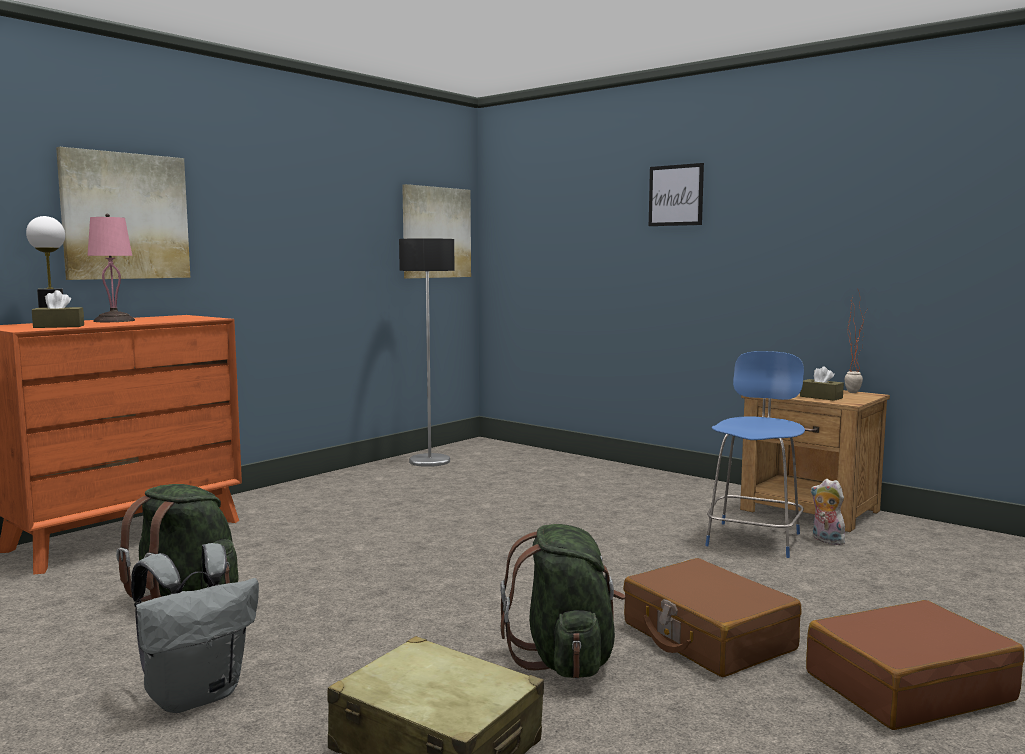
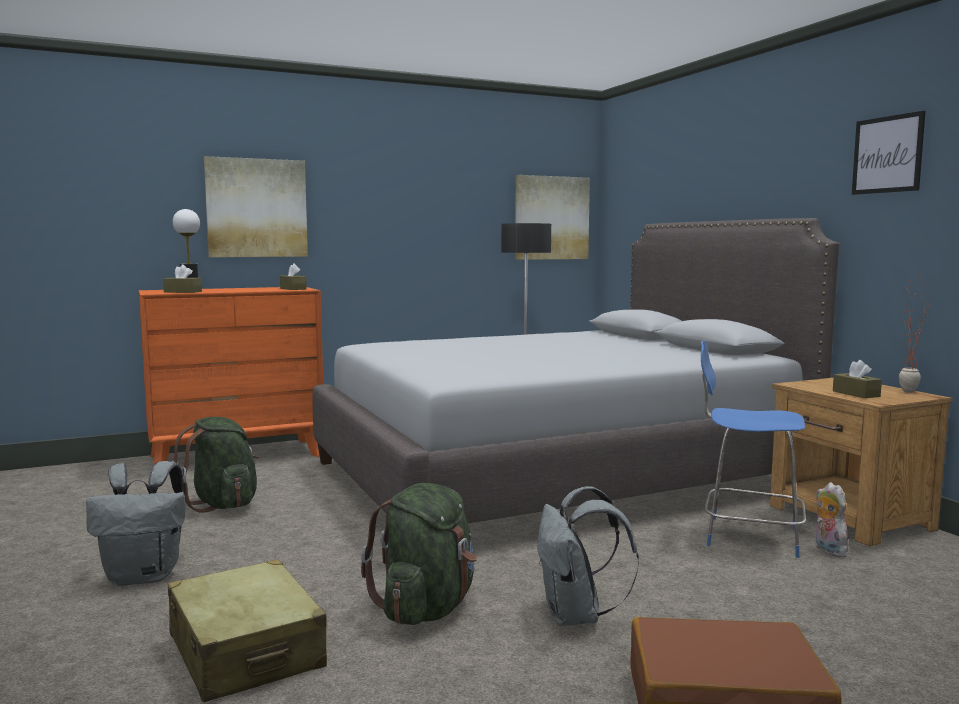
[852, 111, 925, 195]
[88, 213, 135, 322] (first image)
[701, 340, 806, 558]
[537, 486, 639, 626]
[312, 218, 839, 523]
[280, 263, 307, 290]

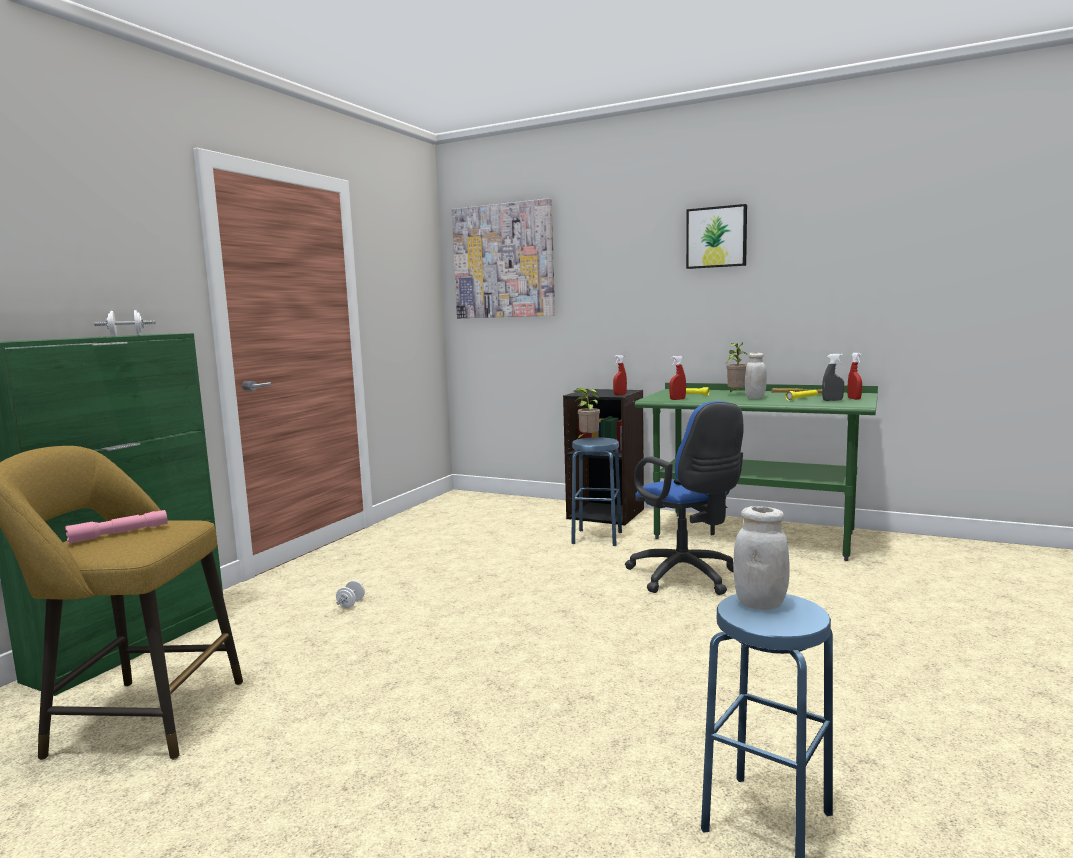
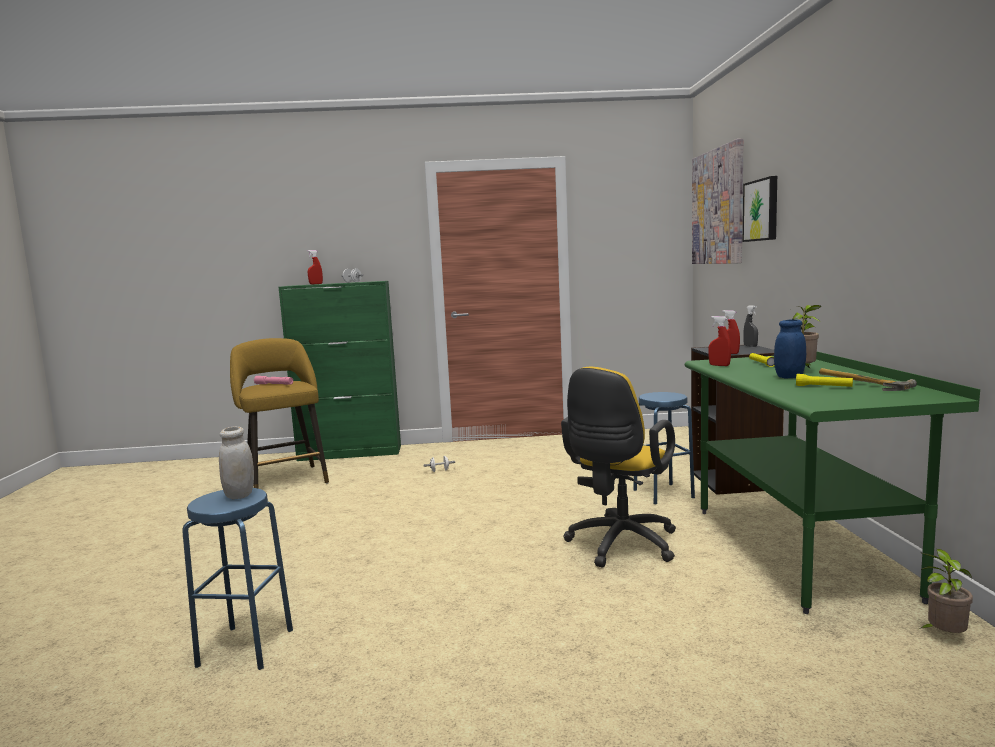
[743, 176, 777, 242]
[774, 319, 806, 378]
[307, 250, 323, 284]
[743, 305, 758, 347]
[919, 549, 973, 633]
[561, 367, 676, 567]

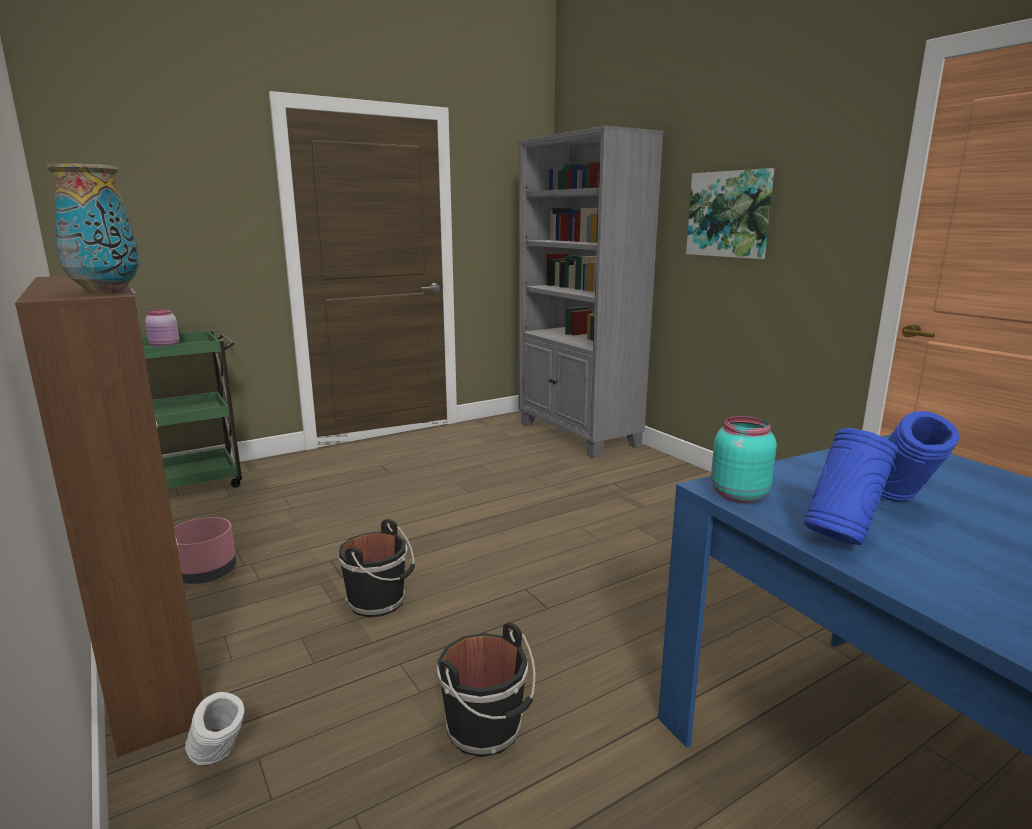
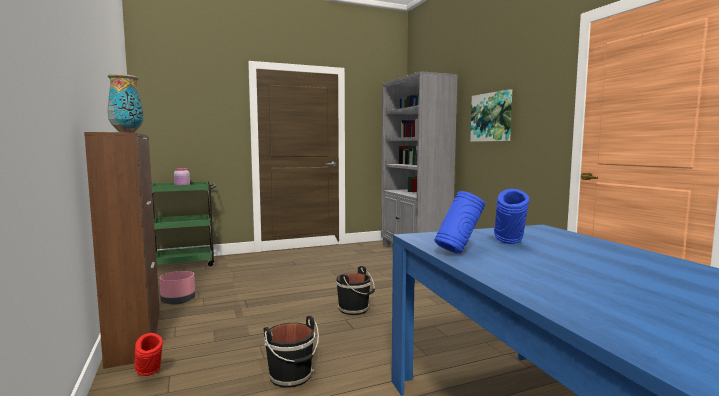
[711, 416, 777, 503] (first image)
[336, 266, 375, 315]
[134, 333, 163, 376]

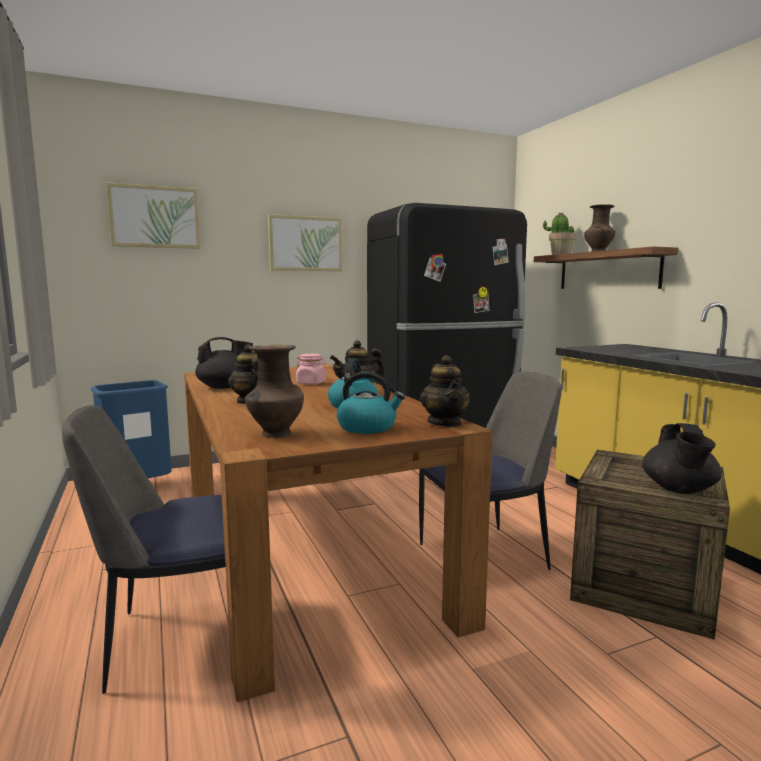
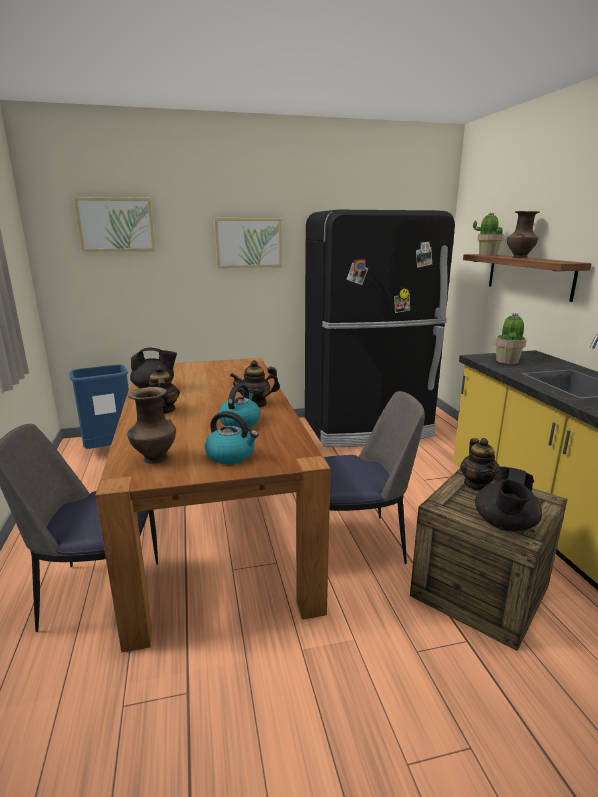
[296, 354, 327, 385] (first image)
[460, 438, 500, 491]
[494, 313, 527, 364]

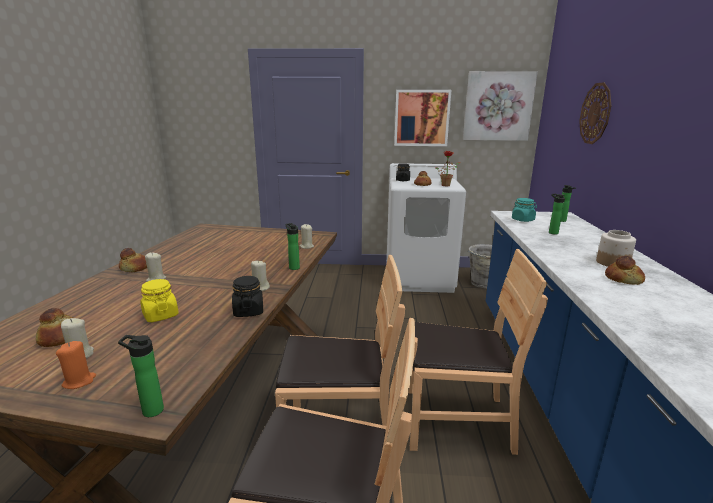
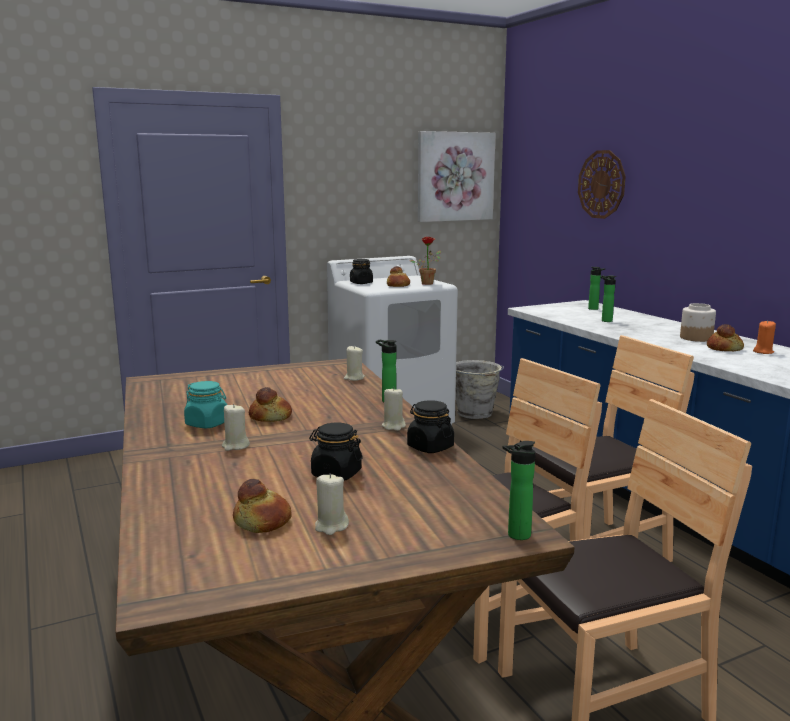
[394, 90, 451, 146] (first image)
[184, 381, 227, 429]
[249, 387, 292, 422]
[309, 422, 363, 481]
[753, 320, 776, 354]

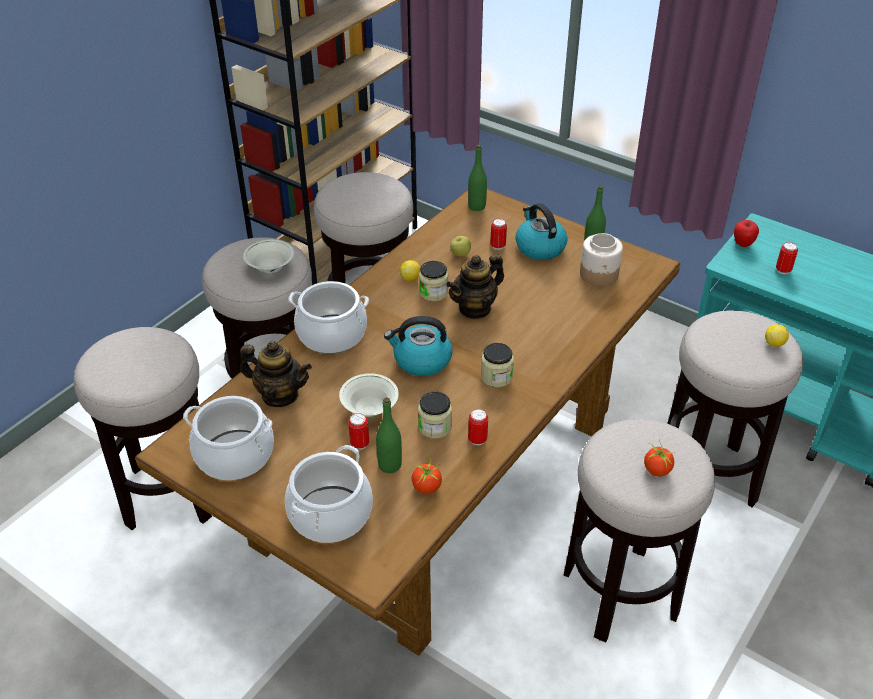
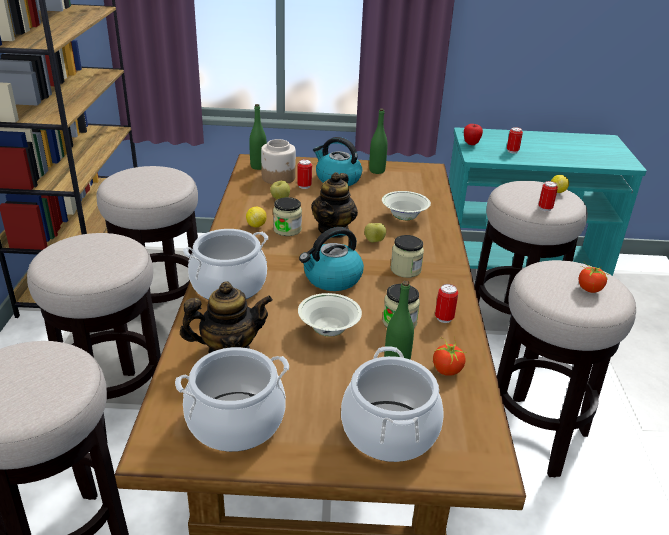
[261, 139, 296, 184]
[382, 191, 431, 220]
[538, 181, 558, 212]
[364, 223, 386, 243]

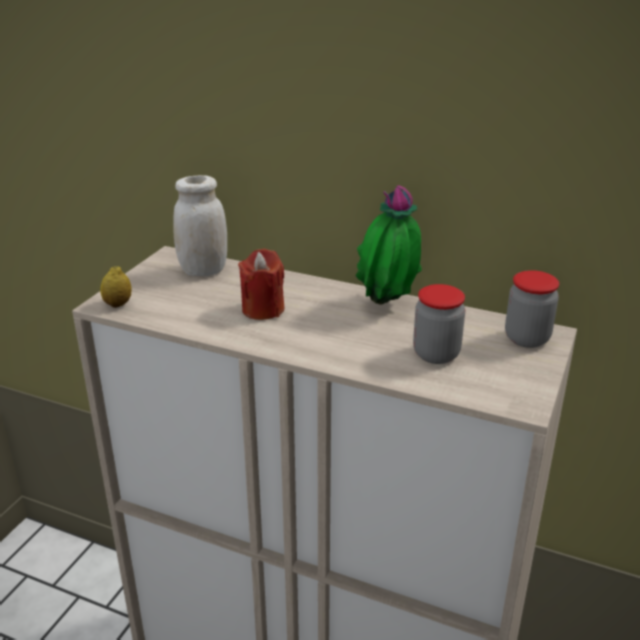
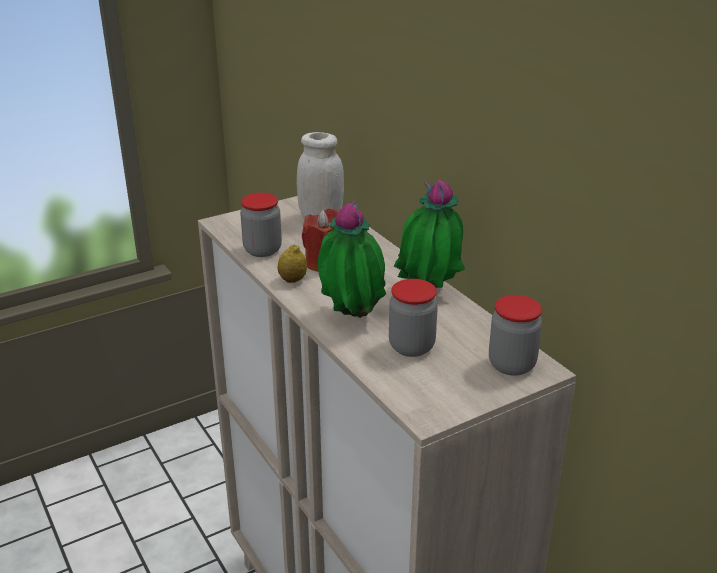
[278, 244, 307, 283]
[240, 193, 282, 257]
[318, 201, 386, 318]

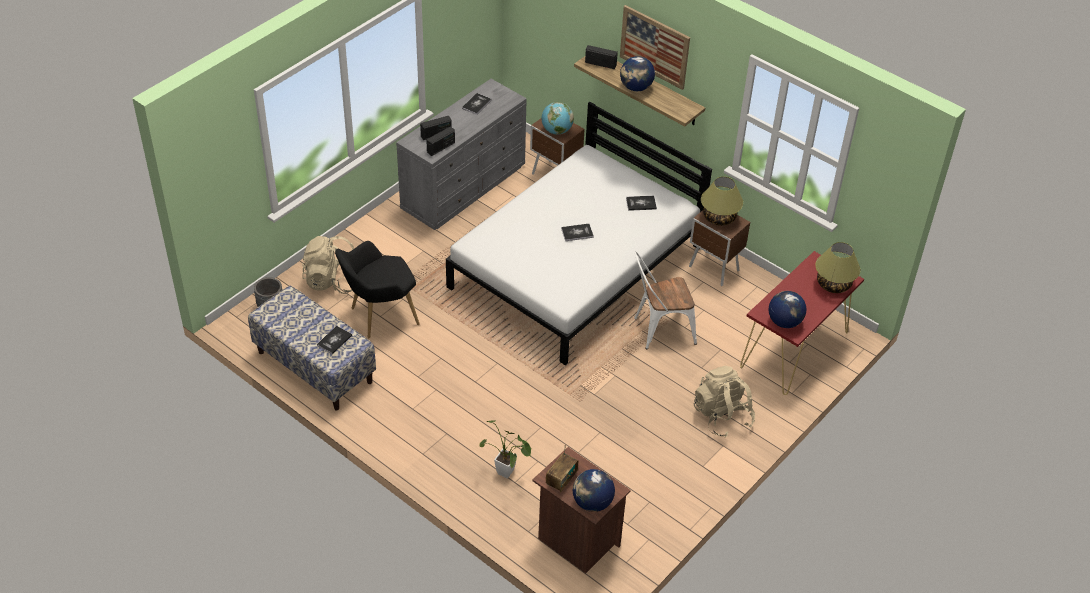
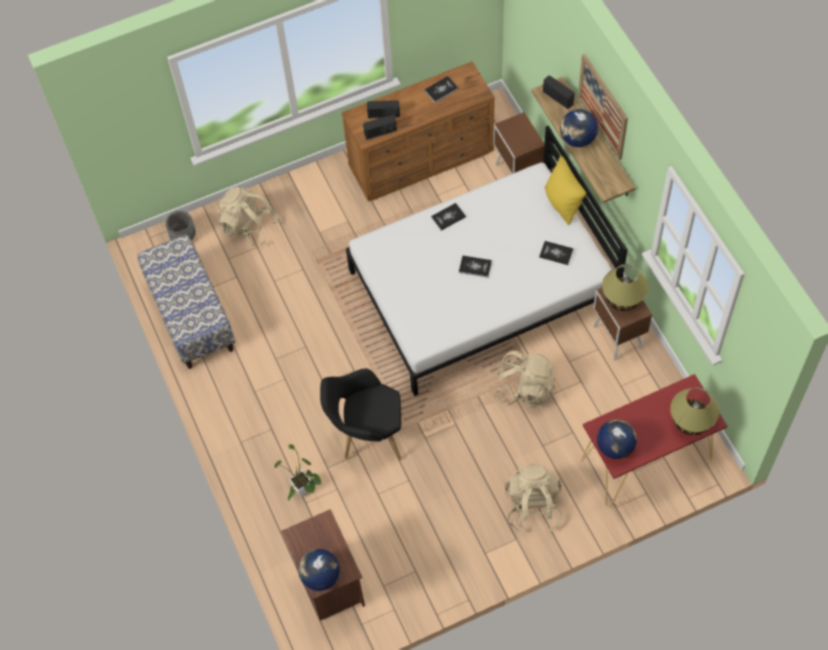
[342, 61, 495, 201]
[542, 102, 574, 135] (first image)
[320, 368, 401, 460]
[494, 351, 555, 408]
[431, 203, 466, 231]
[546, 444, 578, 492] (first image)
[544, 156, 586, 225]

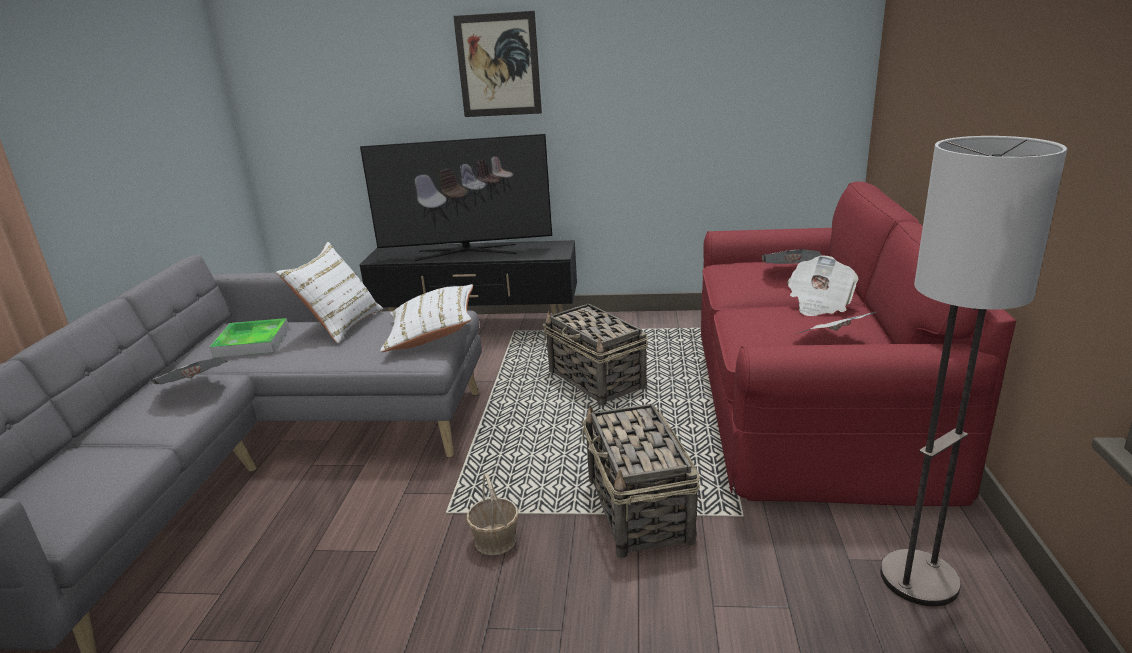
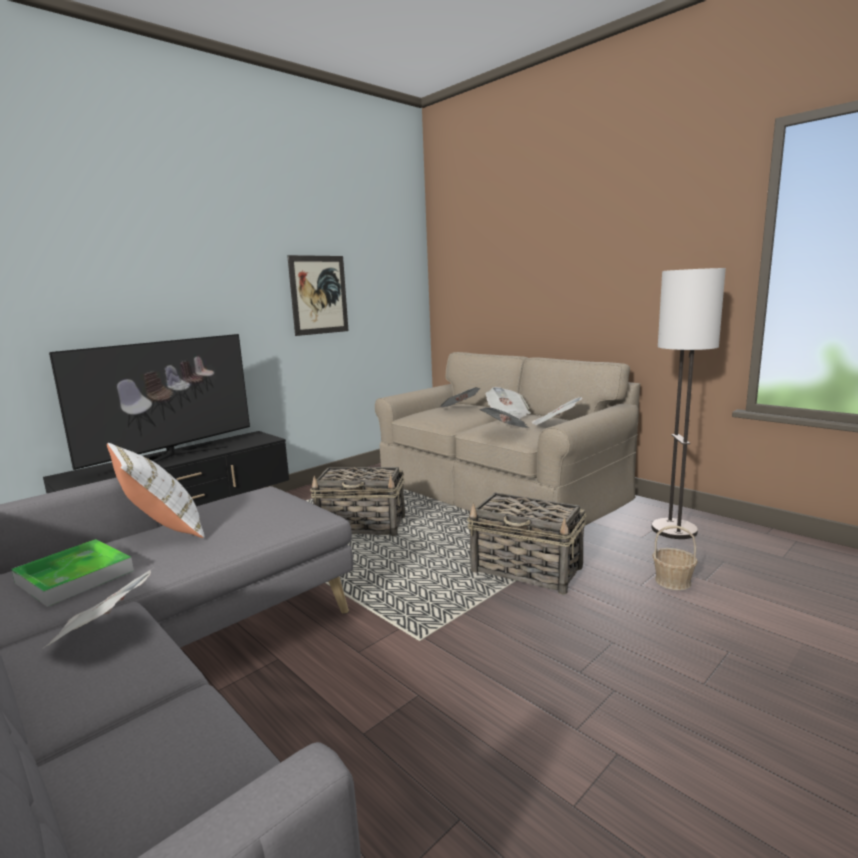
[287, 255, 349, 336]
[375, 352, 640, 525]
[380, 284, 473, 352] (first image)
[652, 526, 698, 590]
[479, 407, 530, 428]

